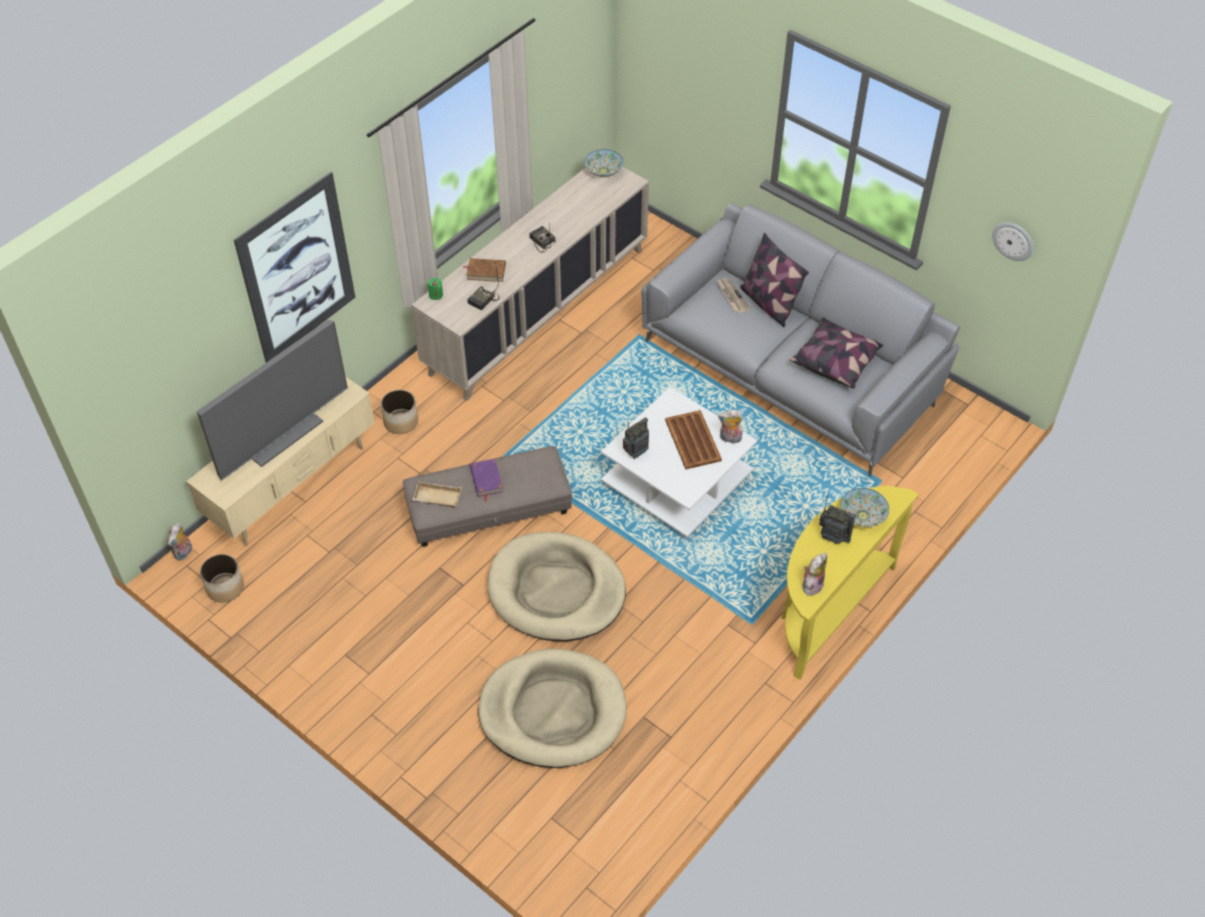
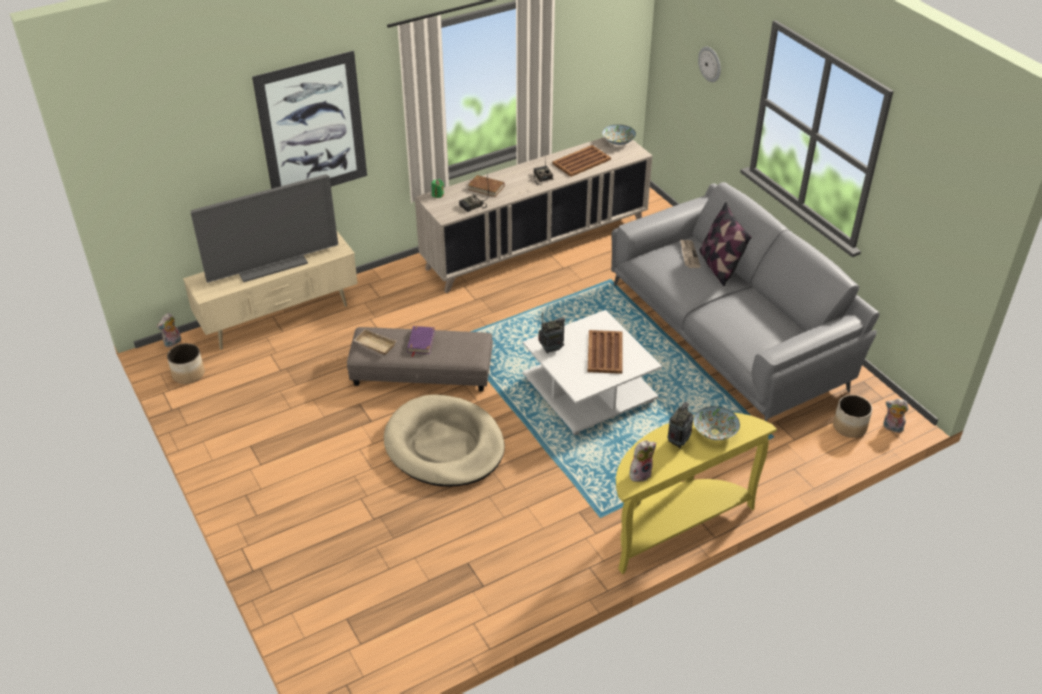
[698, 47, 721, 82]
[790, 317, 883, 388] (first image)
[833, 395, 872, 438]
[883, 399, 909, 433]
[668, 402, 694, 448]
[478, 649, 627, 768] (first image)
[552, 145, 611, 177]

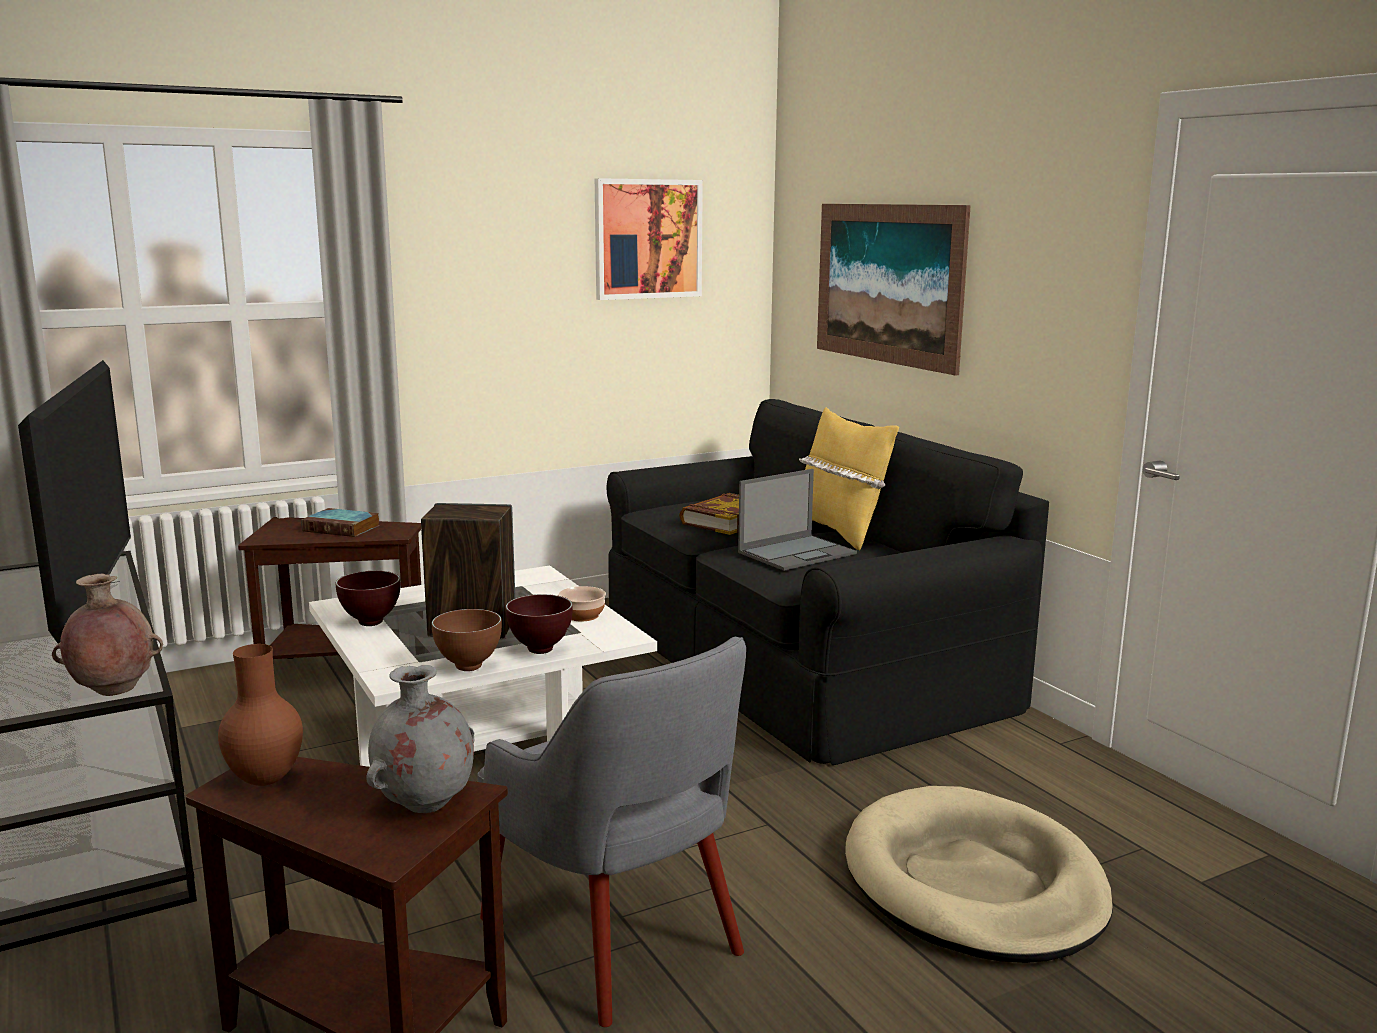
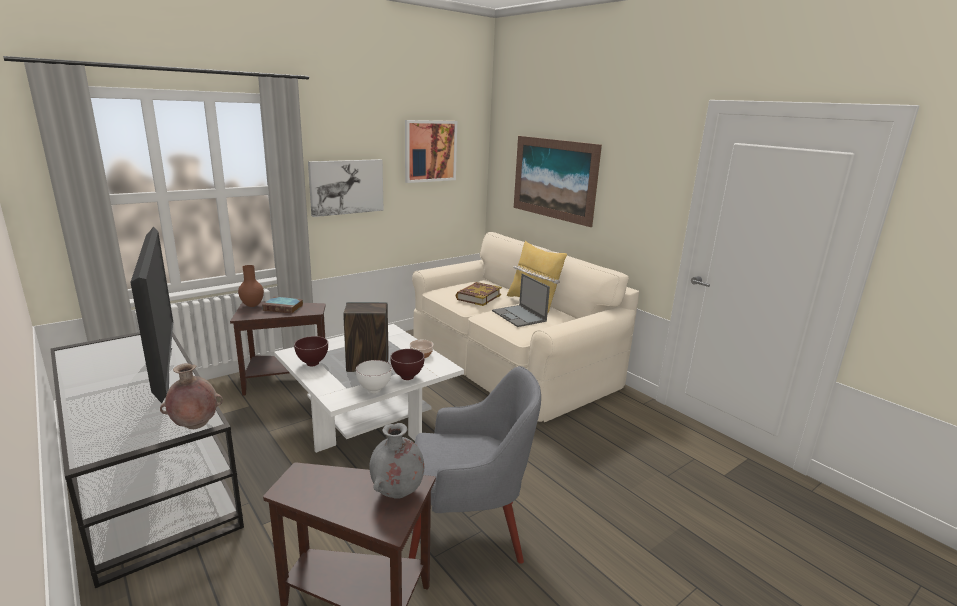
[412, 232, 640, 422]
[492, 273, 550, 327]
[356, 360, 392, 393]
[409, 366, 541, 564]
[238, 265, 264, 307]
[845, 786, 1113, 963] (first image)
[308, 159, 383, 217]

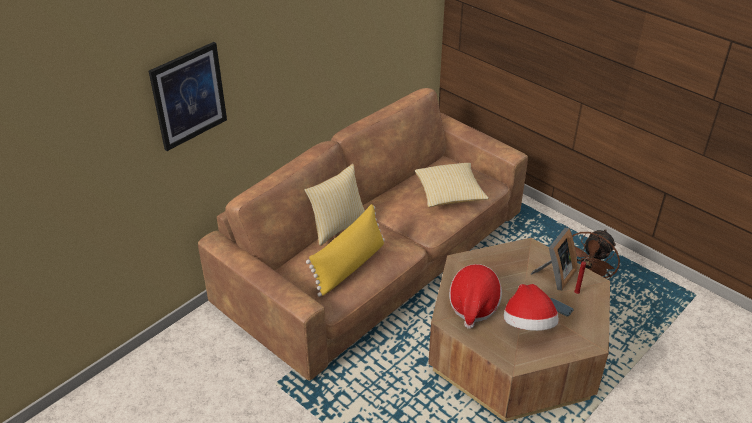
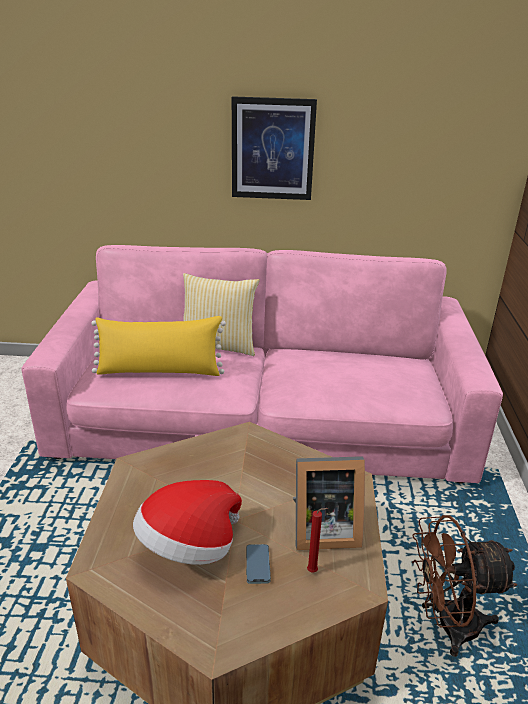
[232, 96, 317, 200]
[22, 245, 503, 484]
[415, 163, 489, 207] (first image)
[449, 264, 502, 329] (first image)

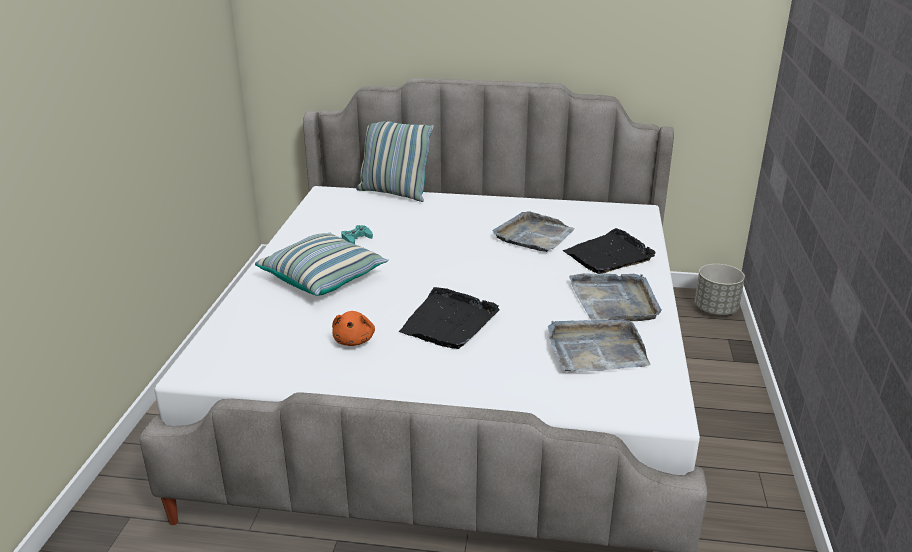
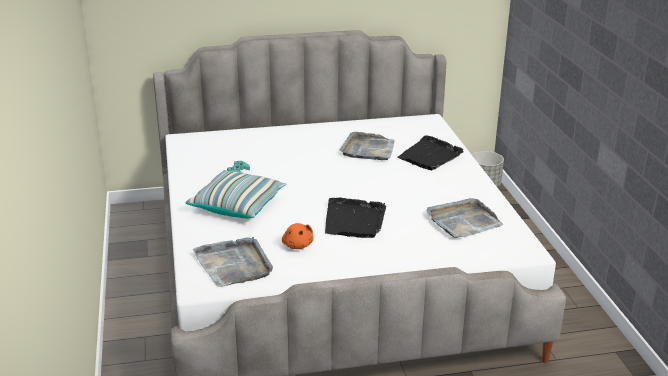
[356, 121, 434, 202] (first image)
[193, 237, 273, 287]

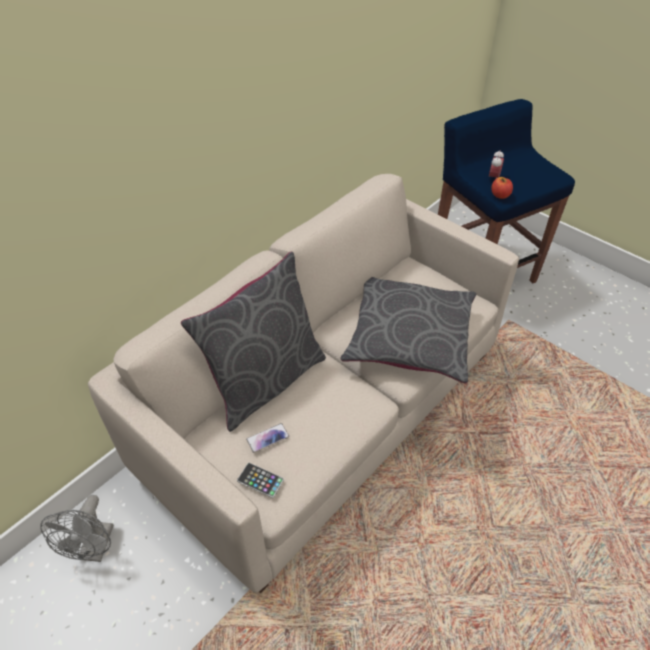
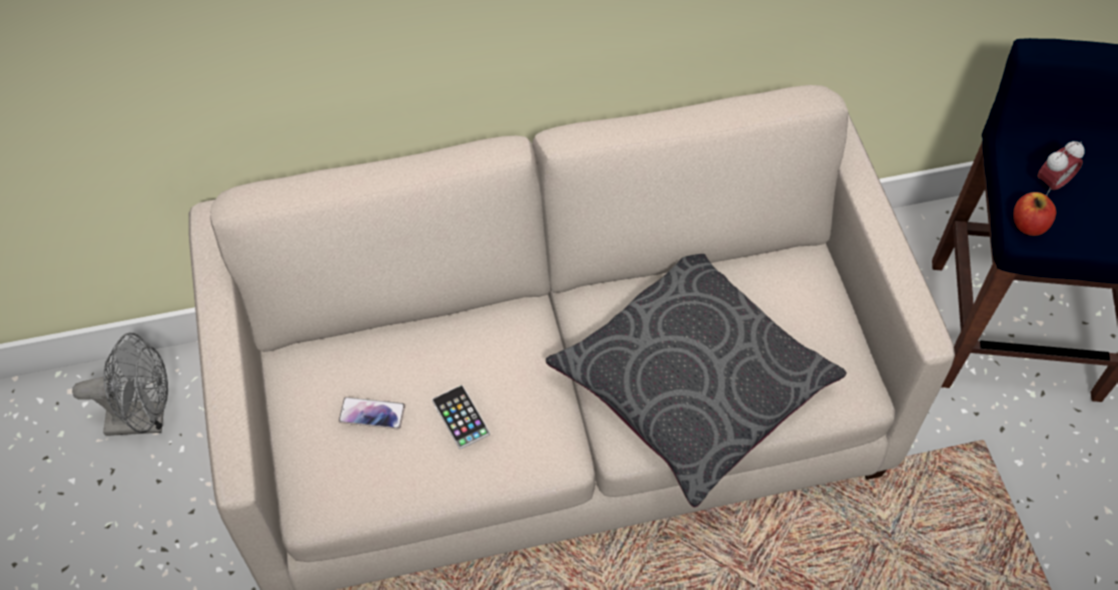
[181, 252, 326, 432] (first image)
[432, 385, 490, 449]
[72, 333, 168, 436]

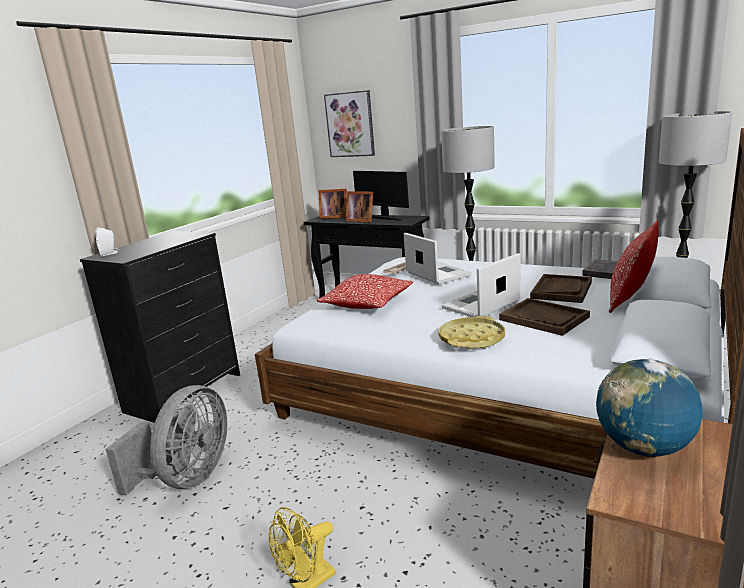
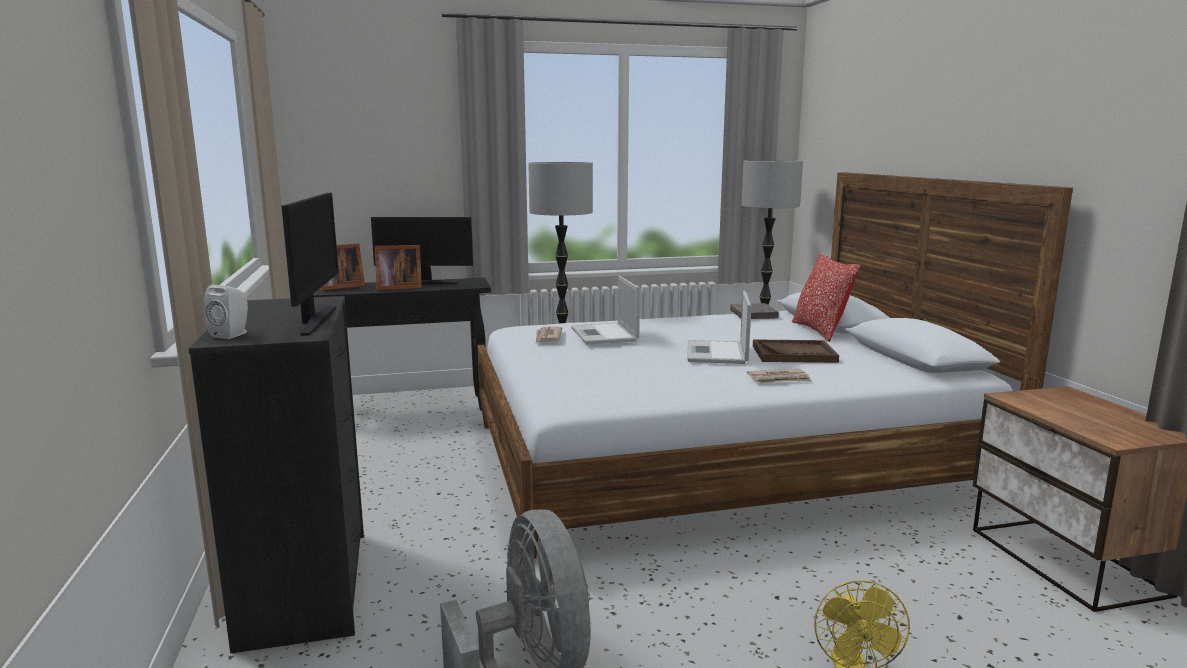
[324, 90, 375, 157] (first image)
[571, 276, 640, 344]
[317, 274, 413, 309] (first image)
[530, 274, 592, 303] (first image)
[747, 369, 812, 383]
[596, 359, 703, 457] (first image)
[282, 193, 339, 336]

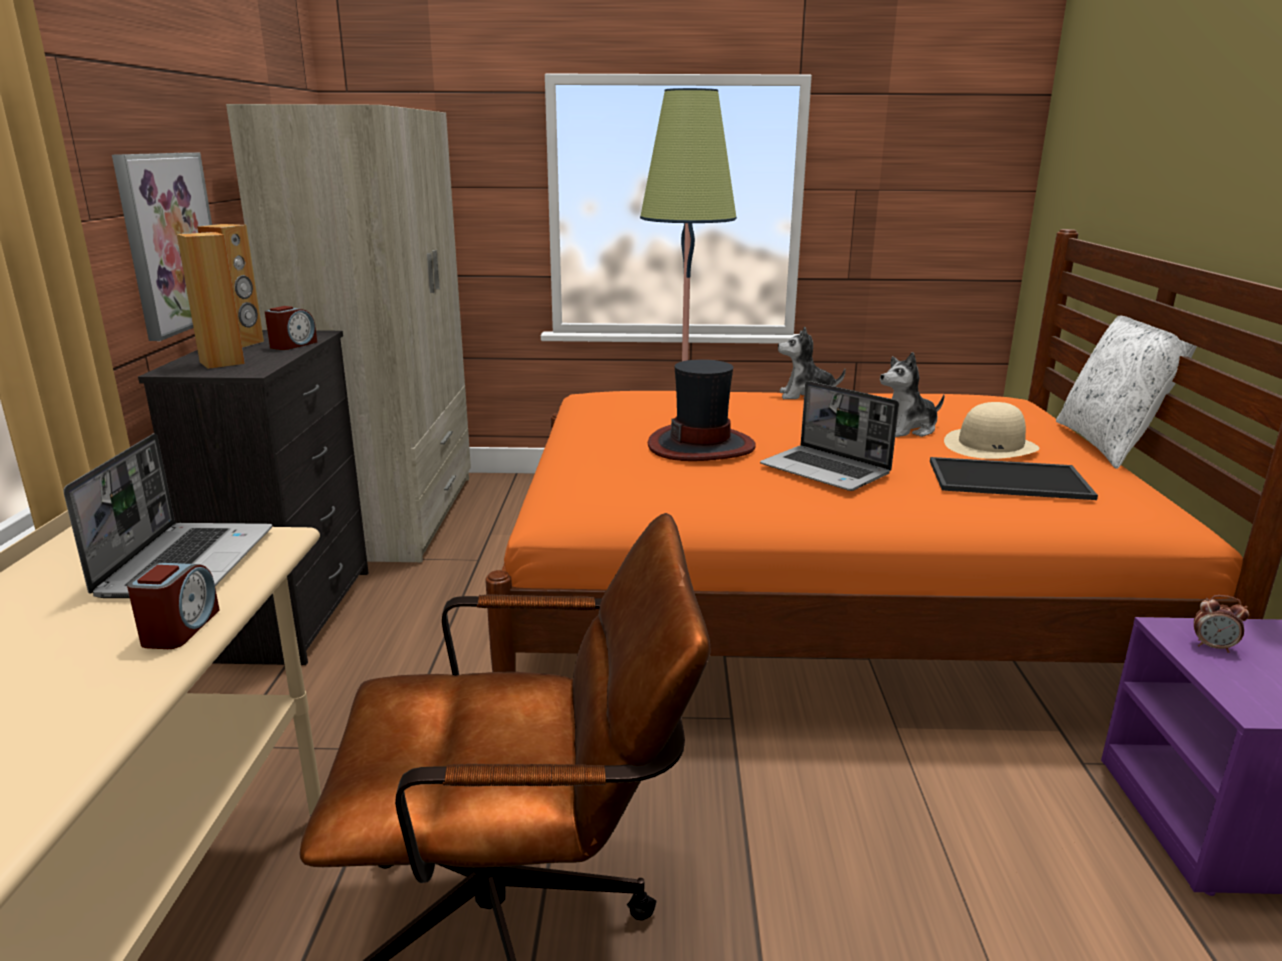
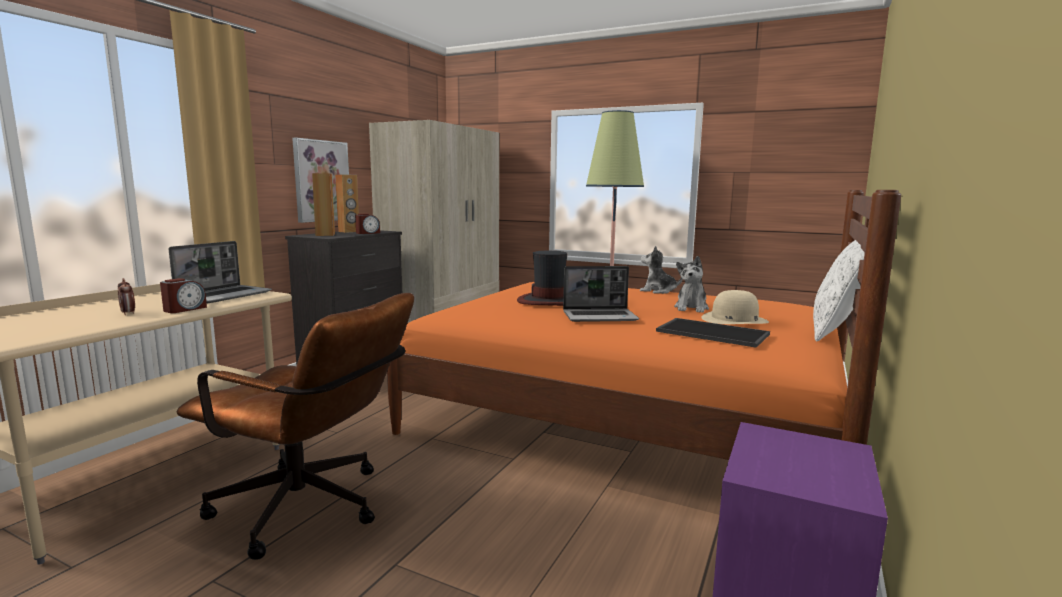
[674, 256, 709, 313]
[563, 266, 639, 322]
[118, 278, 135, 315]

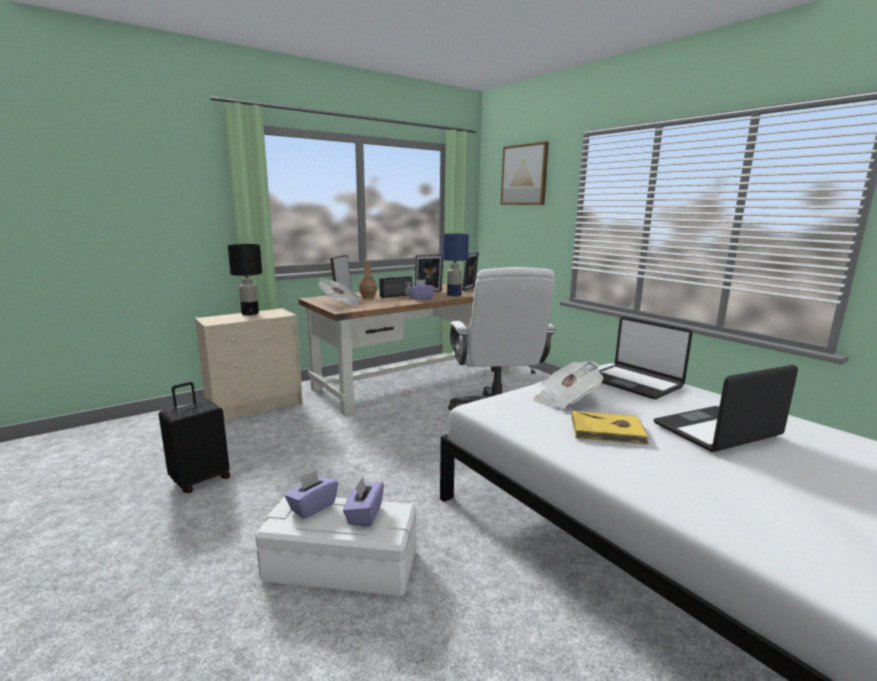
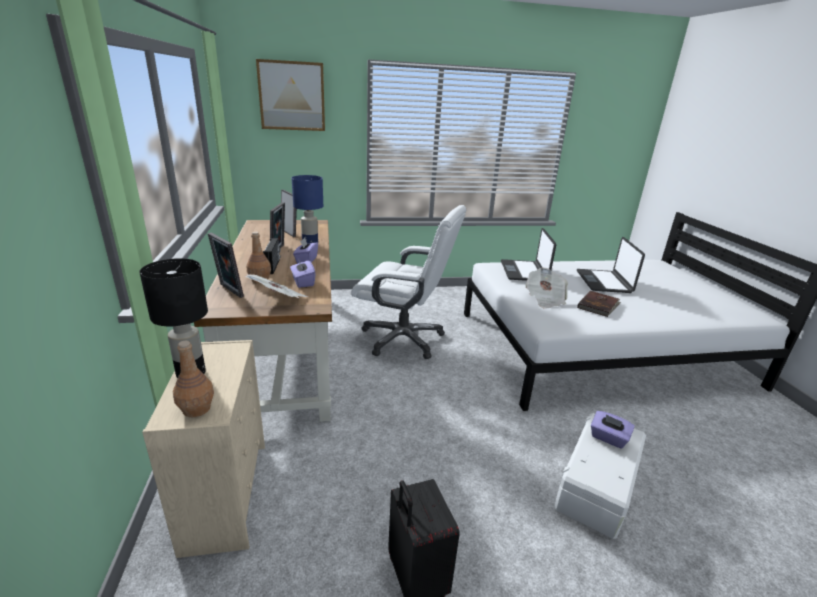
[501, 228, 556, 281]
[577, 291, 621, 317]
[290, 259, 316, 288]
[173, 341, 214, 417]

